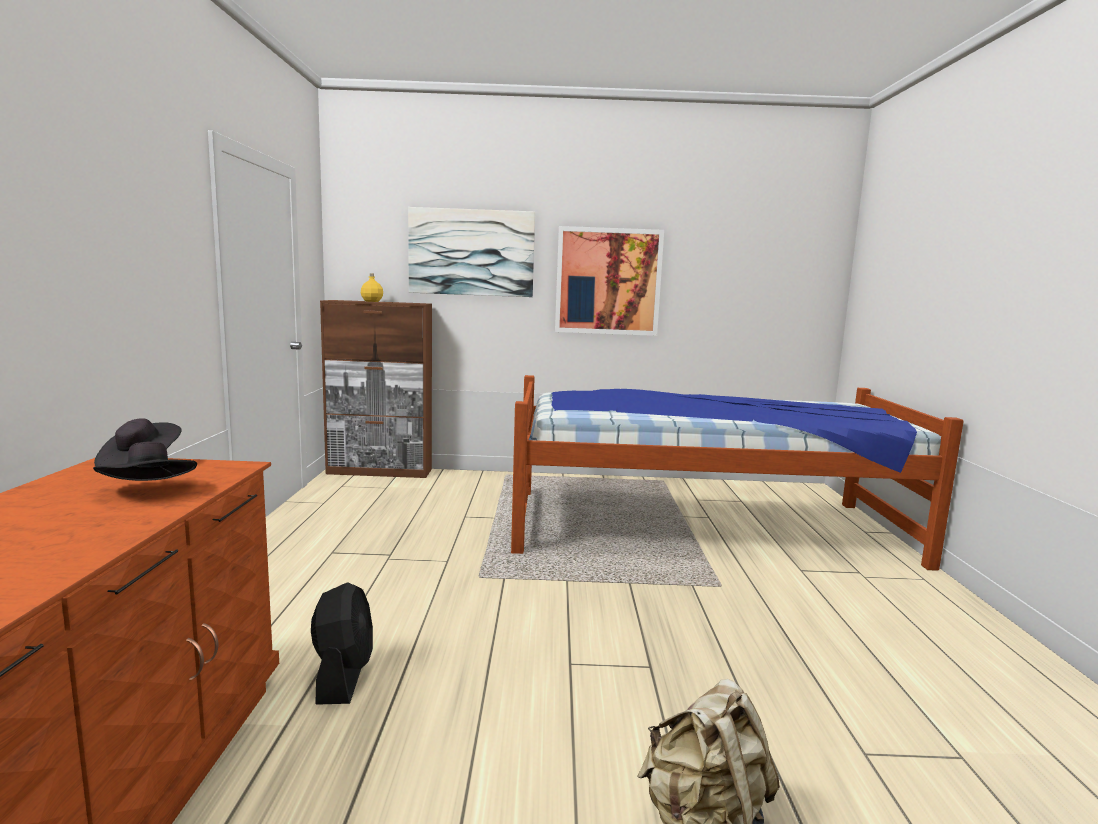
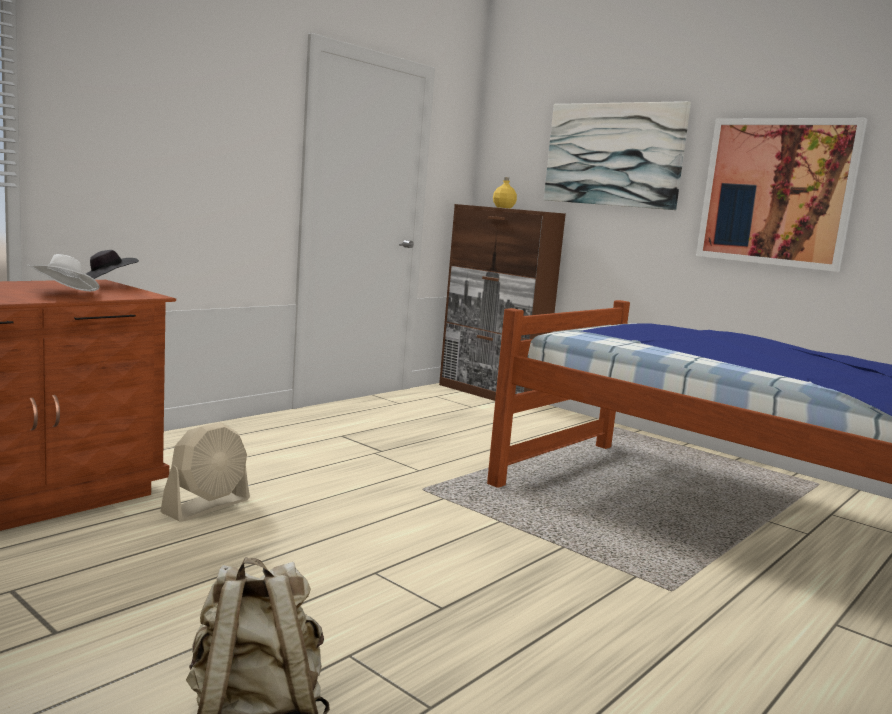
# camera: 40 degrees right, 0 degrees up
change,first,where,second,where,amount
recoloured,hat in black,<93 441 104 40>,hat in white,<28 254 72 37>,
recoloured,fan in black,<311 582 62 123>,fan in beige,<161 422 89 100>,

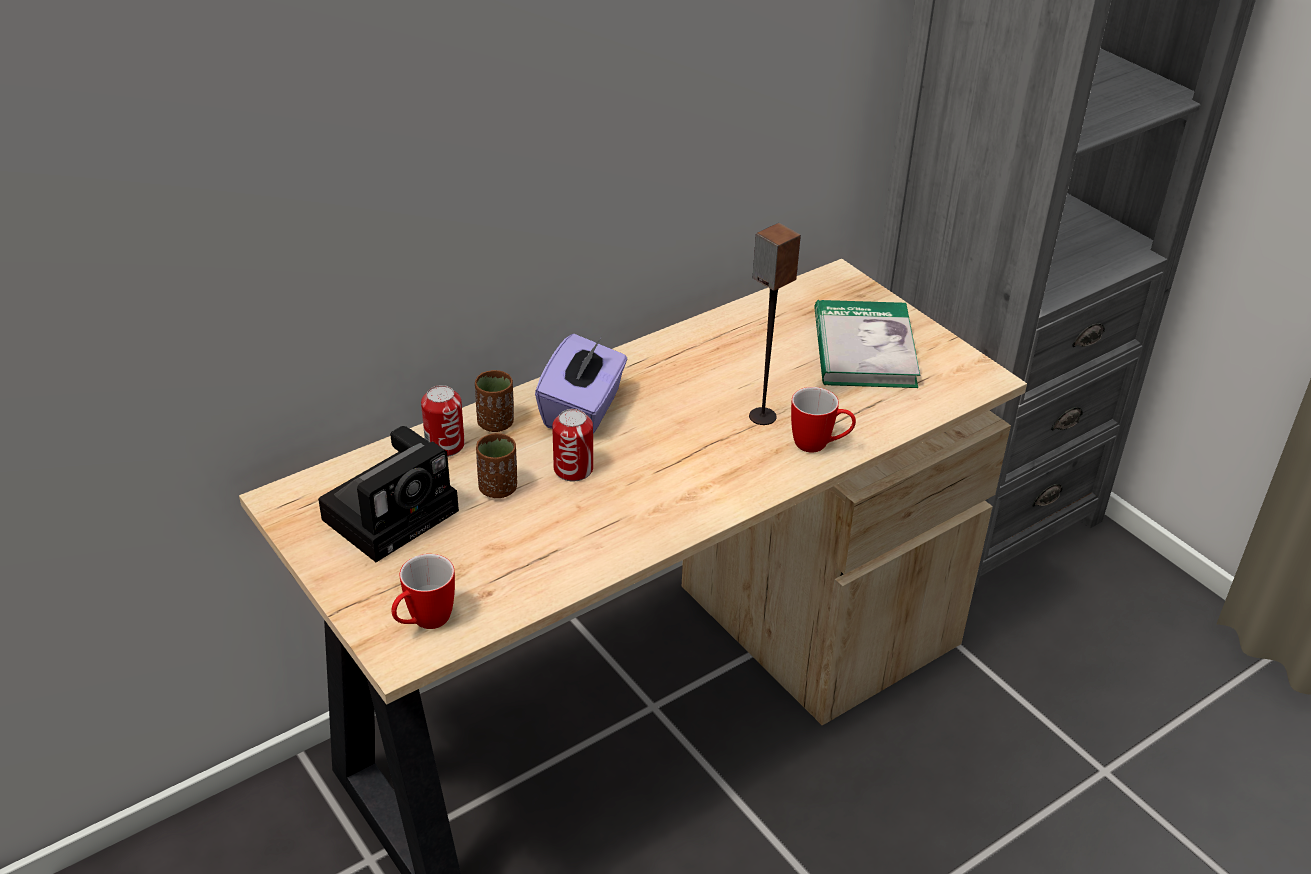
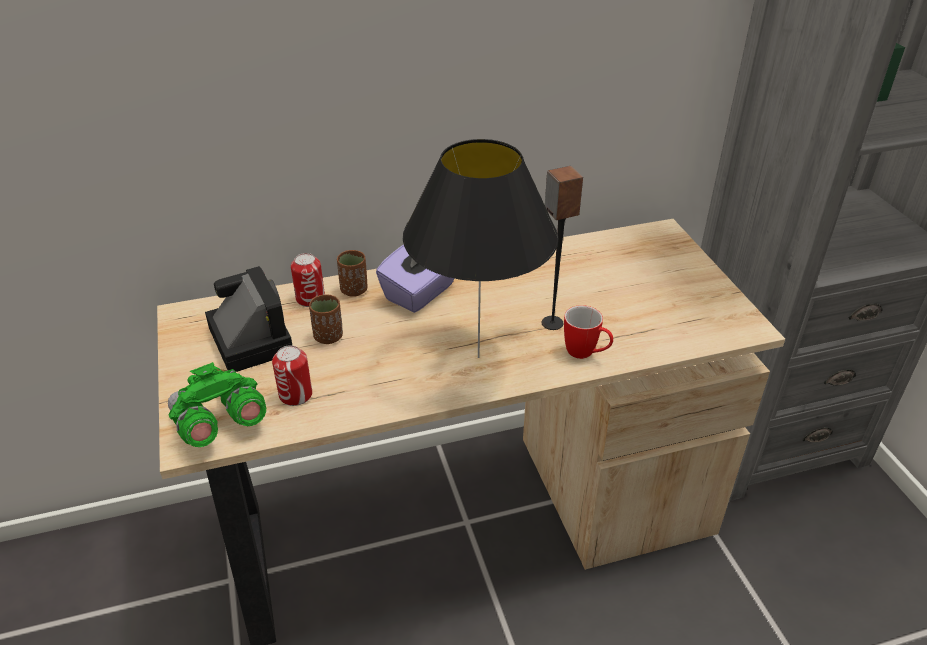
# camera: 20 degrees right, 0 degrees up
change,first,where,second,where,amount
replaced,mug,<391 554 64 75>,binoculars in green,<168 362 98 85>,
turned,photo camera,<318 426 141 136>,,<205 266 88 106>,90 degrees counterclockwise
moved,can,<552 409 41 72>,,<272 345 40 61>,
added,,,table lamp in black,<403 139 156 219>,
removed,book,<814 300 106 88>,,,

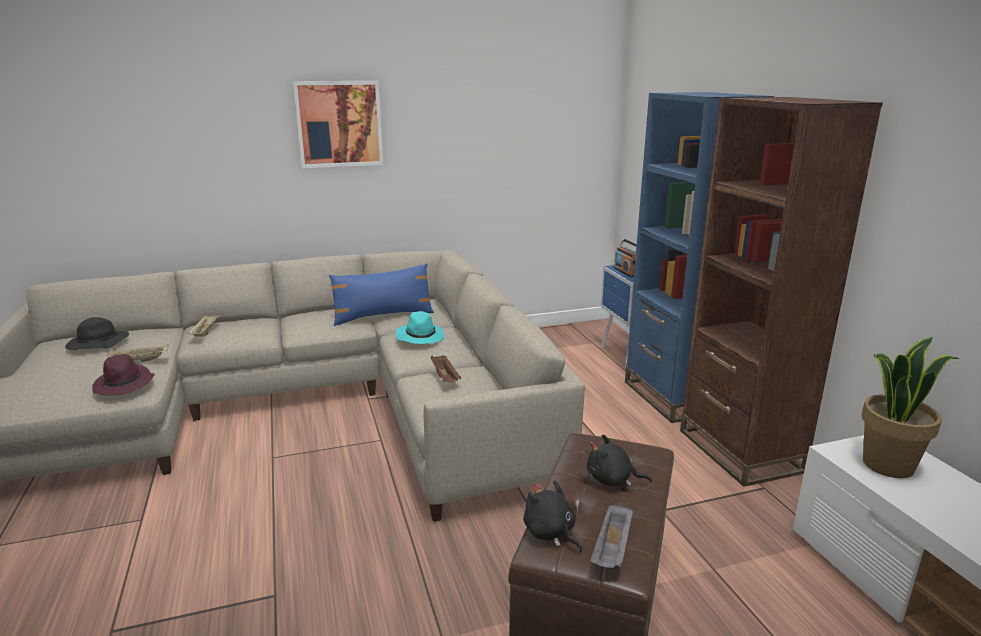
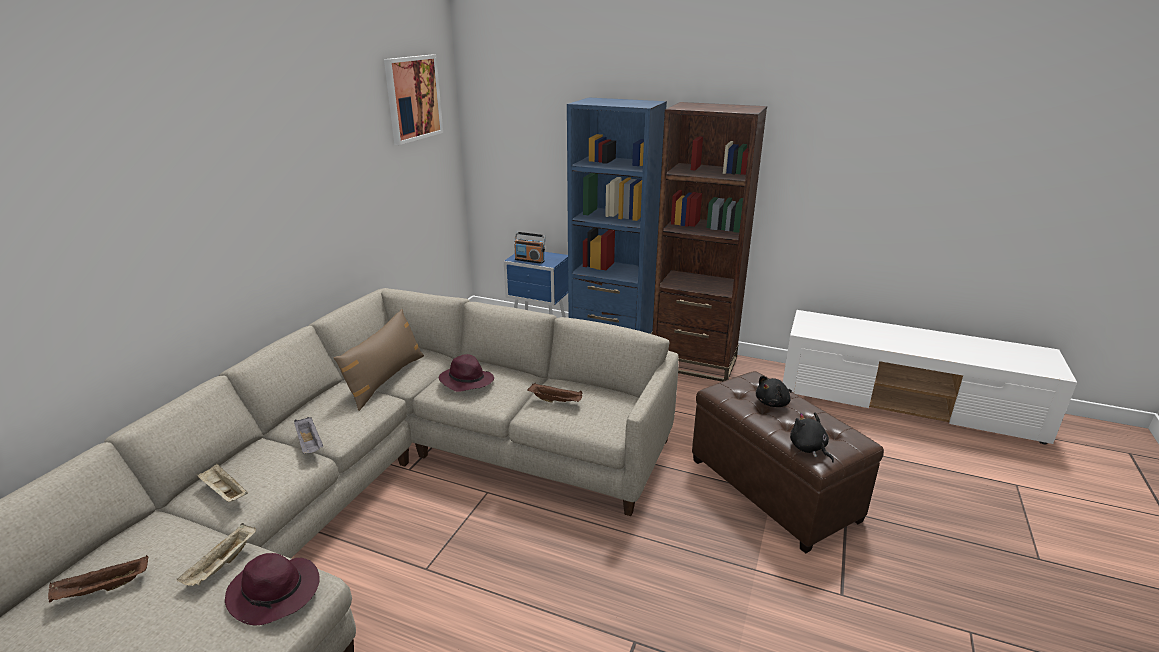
# camera: 50 degrees left, 5 degrees up
change,first,where,second,where,amount
replaced,hat in black,<65 317 64 33>,tray in brown,<48 555 100 48>,
moved,tray in grey,<590 503 43 65>,,<294 417 29 37>,
recoloured,pillow in blue,<329 264 105 62>,pillow in brown,<334 309 90 102>,
moved,picture,<293 81 90 87>,,<384 55 59 90>,
recoloured,hat in turquoise,<396 311 48 33>,hat in purple,<439 354 55 38>,
turned,plush toy in black,<523 480 59 73>,,<790 412 44 51>,60 degrees clockwise
removed,potted plant,<862 337 97 141>,,,

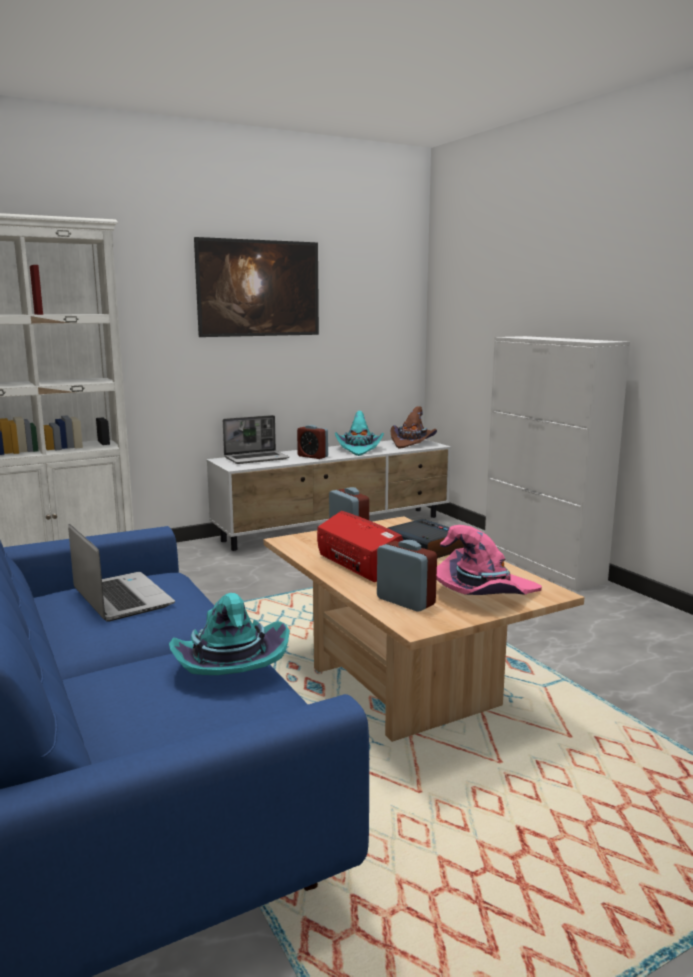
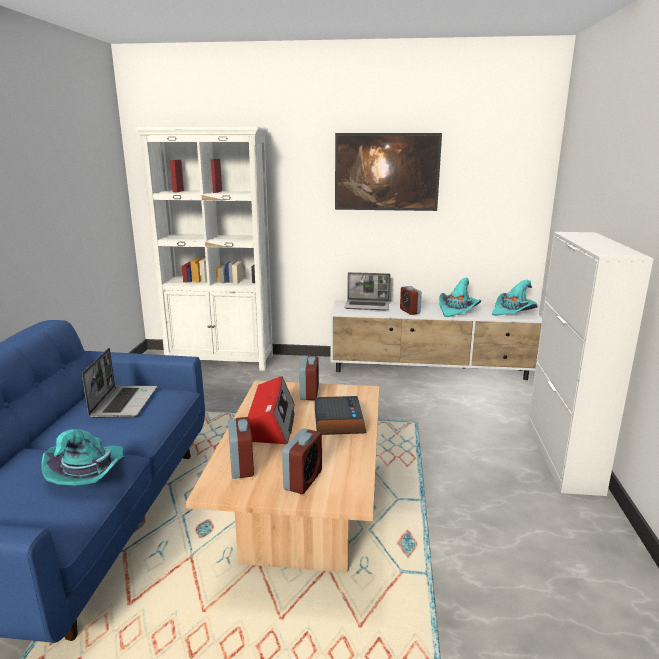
# camera: 35 degrees right, 5 degrees up
change,first,where,second,where,amount
replaced,hat in pink,<436 525 106 70>,alarm clock,<282 428 40 66>,
recoloured,hat in brown,<390 406 47 43>,hat in turquoise,<492 280 46 36>,

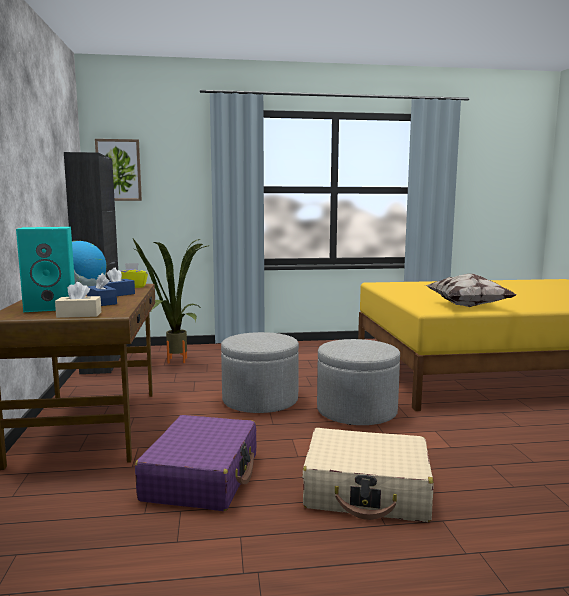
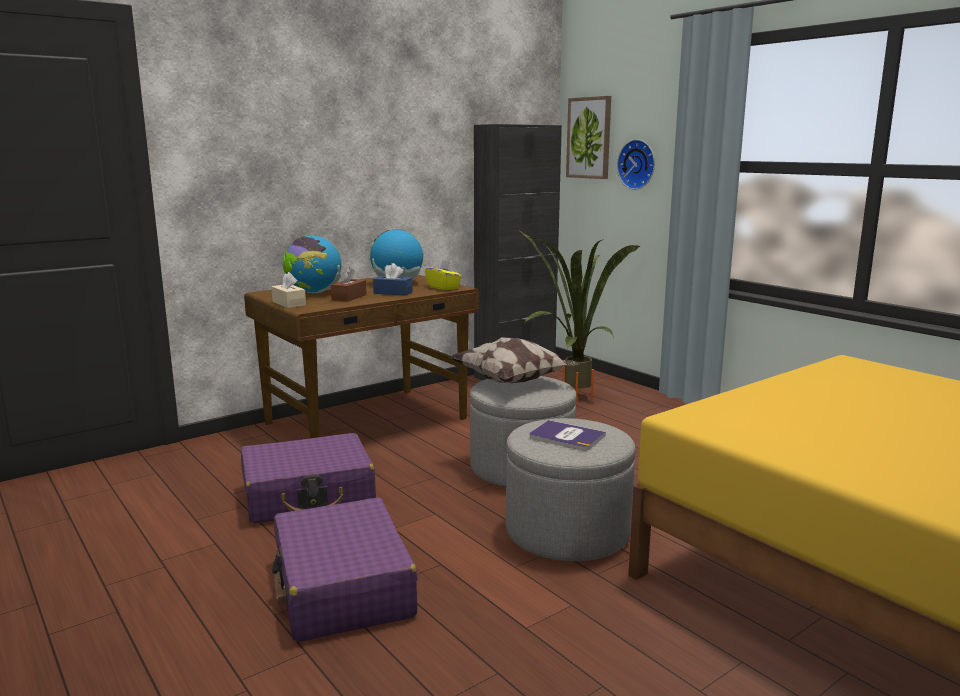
# camera: 60 degrees right, 5 degrees up
change,first,where,second,where,amount
recoloured,suitcase in beige,<302 428 132 94>,suitcase in purple,<272 497 146 145>,
replaced,speaker in turquoise,<16 227 59 85>,globe,<282 236 59 57>,
recoloured,tissue box in blue,<87 273 30 33>,tissue box in brown,<331 267 36 35>,
moved,pillow,<425 274 91 33>,,<449 338 131 45>,
added,,,book,<529 420 77 31>,
added,,,wall clock,<617 139 38 51>,

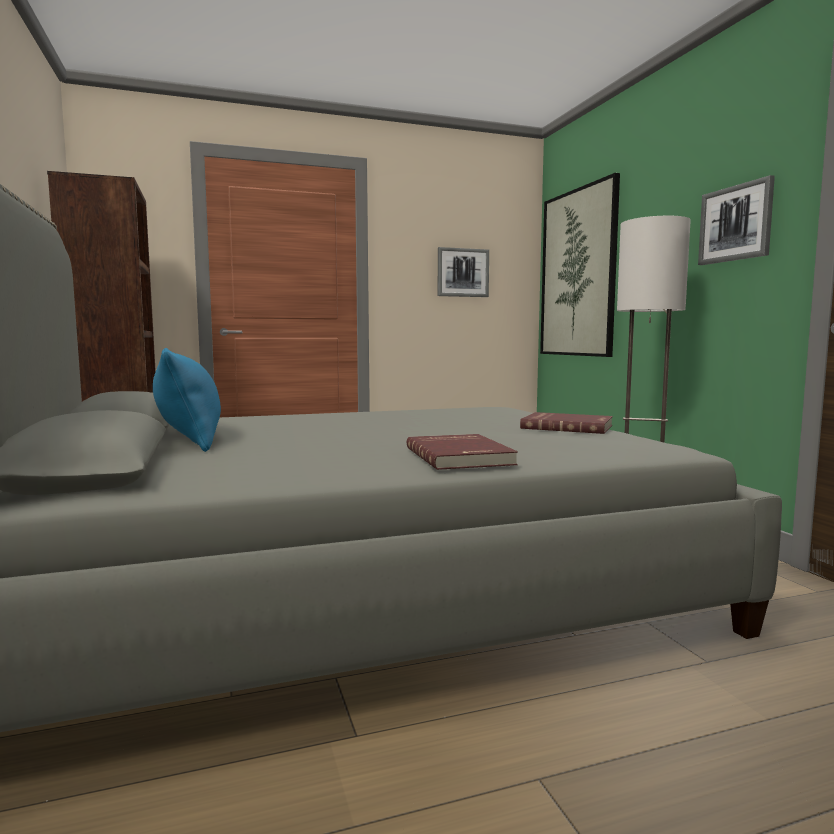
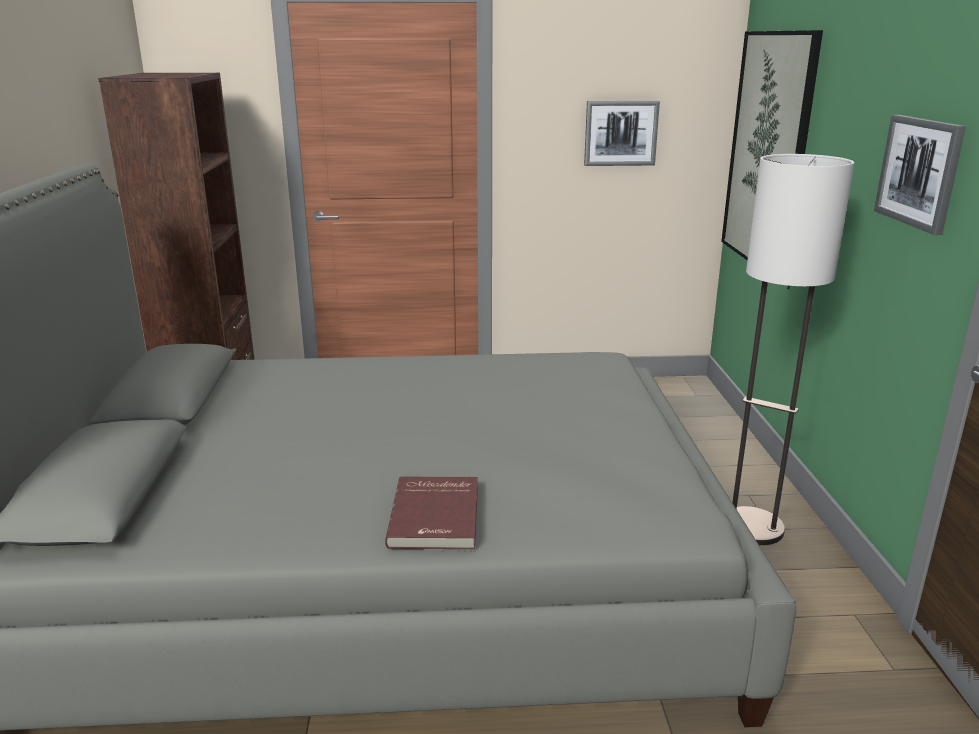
# camera: 15 degrees right, 15 degrees up
change,first,where,second,where,amount
removed,pillow in blue,<153 348 68 104>,,,
removed,book in red,<520 412 93 22>,,,

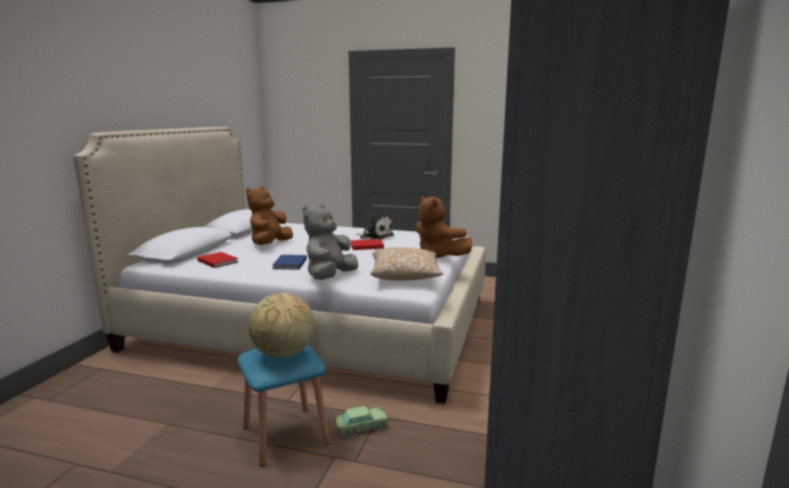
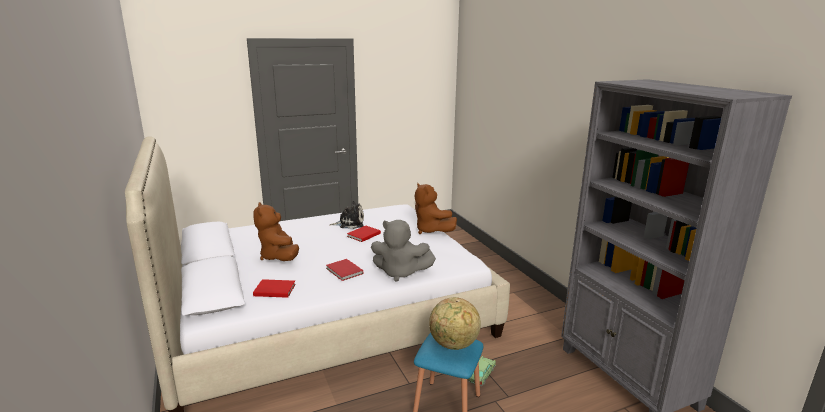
# camera: 40 degrees left, 5 degrees up
change,first,where,second,where,amount
recoloured,book in blue,<272 255 35 14>,book in red,<326 259 37 22>,
turned,plush toy in grey,<303 204 55 76>,,<371 220 65 61>,60 degrees counterclockwise
turned,plush toy in brown,<416 196 56 62>,,<415 183 42 51>,45 degrees clockwise
removed,pillow,<371 247 72 34>,,,

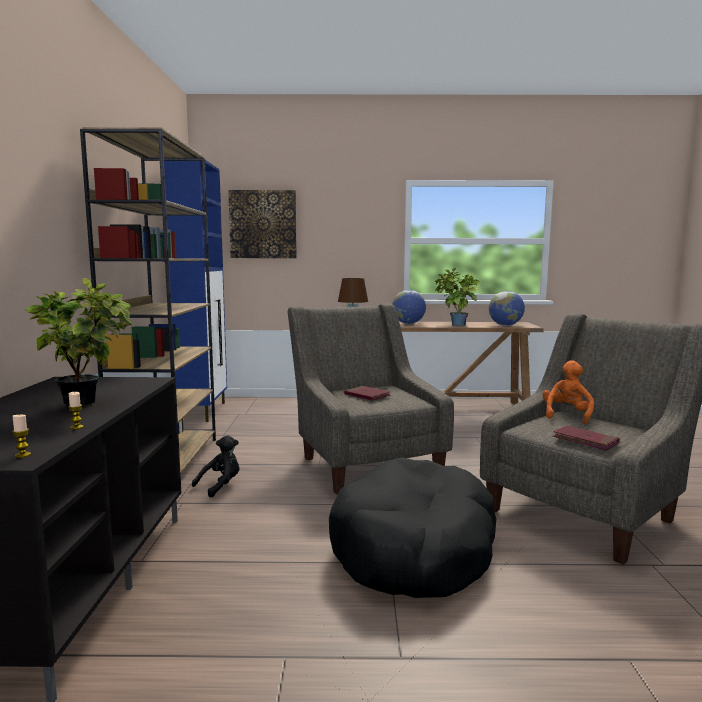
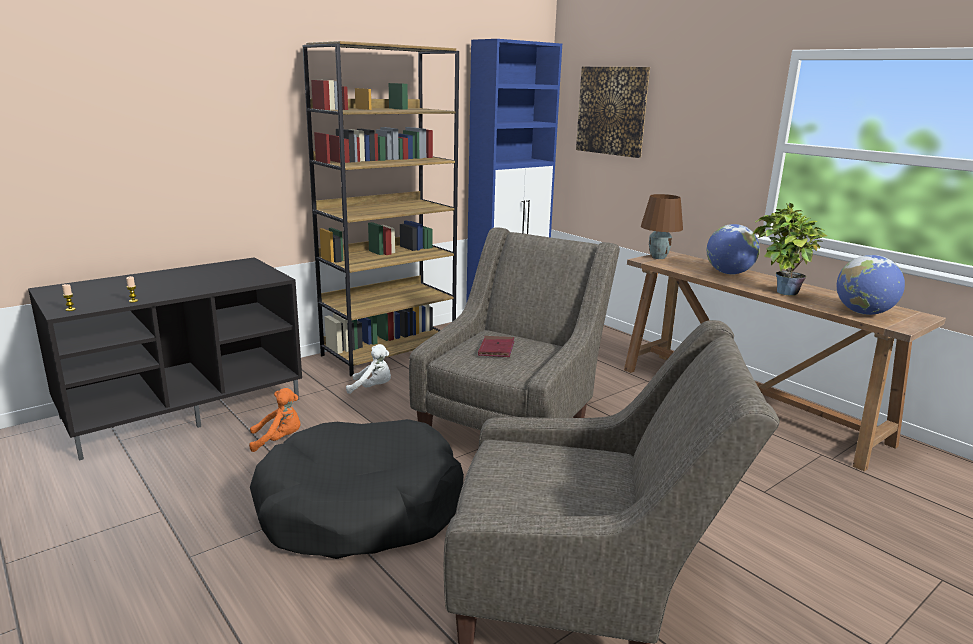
# camera: 50 degrees right, 10 degrees up
change,first,where,second,where,amount
moved,plush toy in orange,<542 360 52 64>,,<249 388 51 64>,
recoloured,plush toy in black,<192 435 48 63>,plush toy in white,<346 344 45 50>,
removed,potted plant,<24 278 108 128>,,,
removed,book in red,<553 425 67 26>,,,

